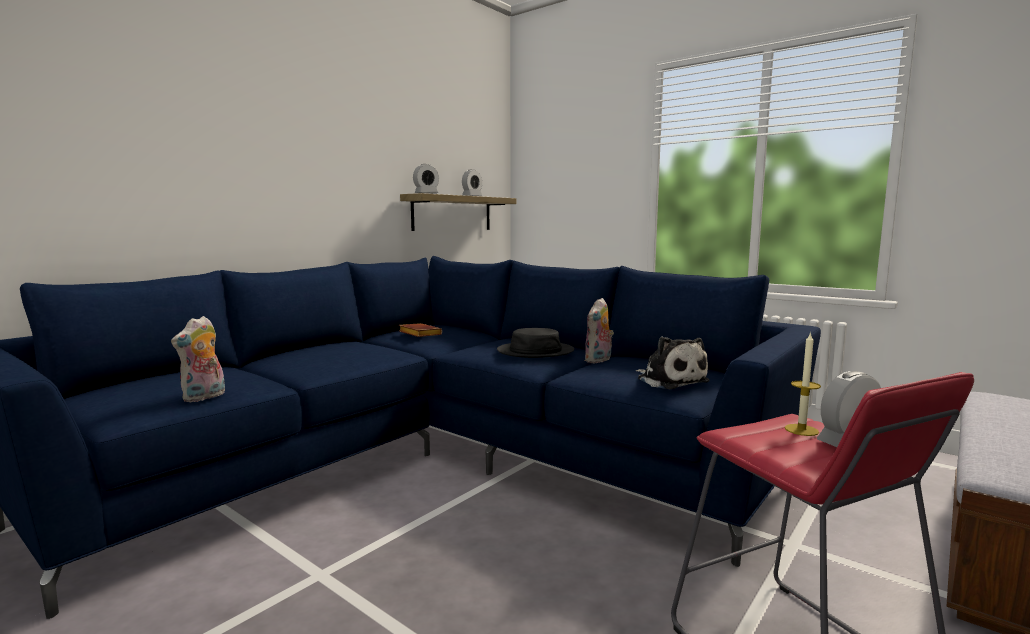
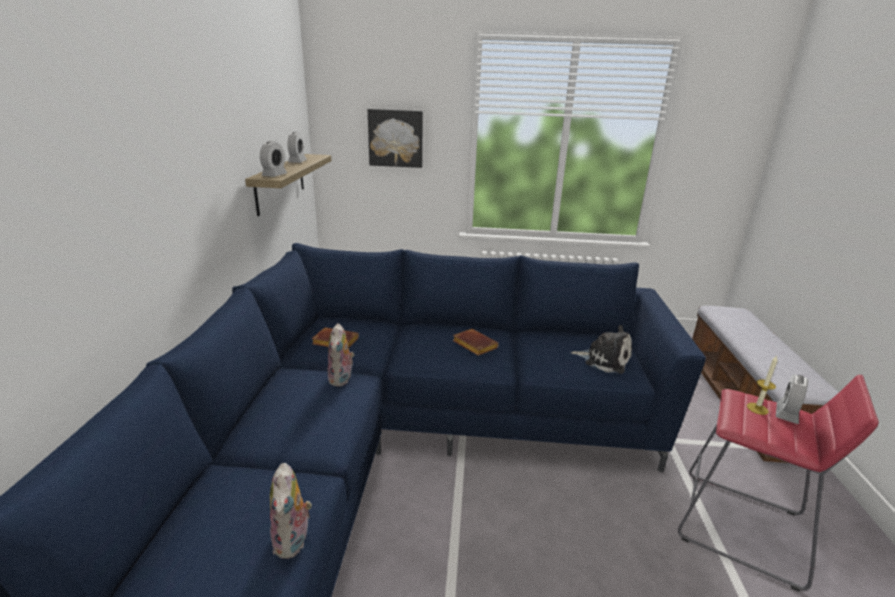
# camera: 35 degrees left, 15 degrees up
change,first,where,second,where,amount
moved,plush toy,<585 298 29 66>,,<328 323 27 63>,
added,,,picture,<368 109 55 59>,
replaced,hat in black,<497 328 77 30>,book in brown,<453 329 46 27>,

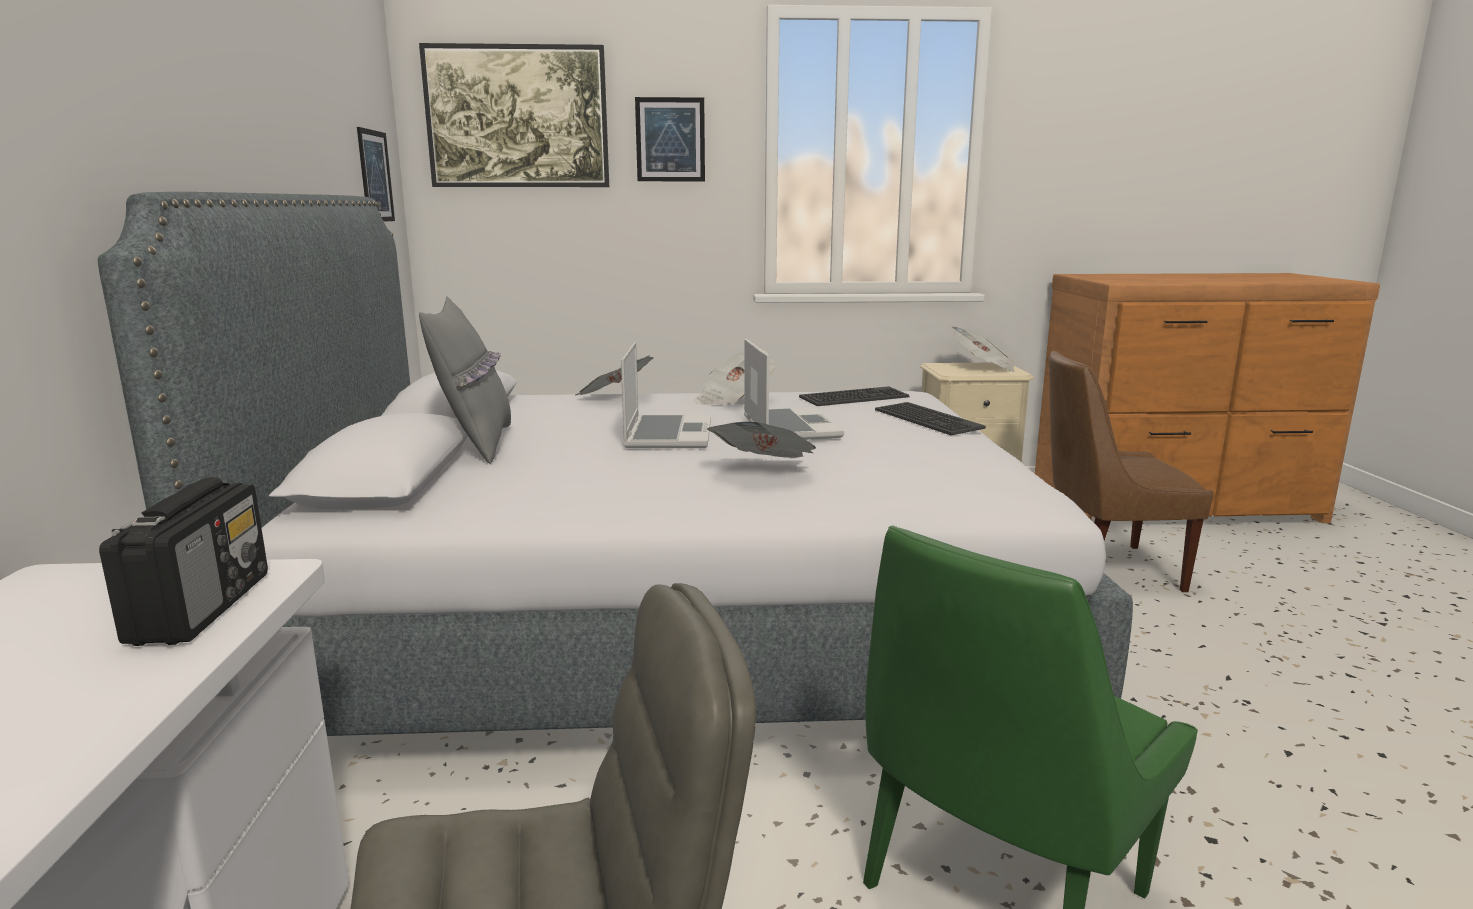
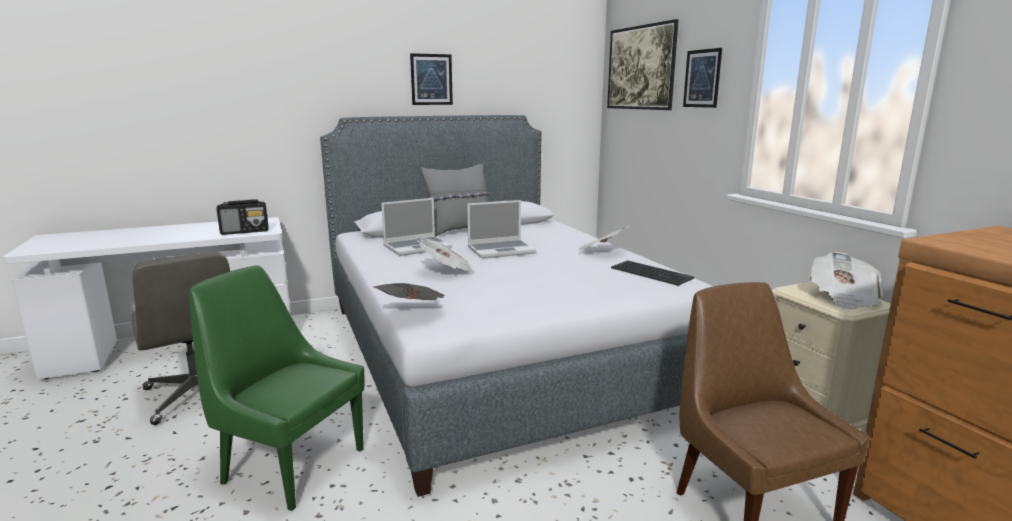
# camera: 70 degrees right, 0 degrees up
change,first,where,second,where,amount
moved,newspaper,<576 355 78 40>,,<374 283 71 17>,
moved,laptop,<744 339 100 101>,,<381 198 71 58>,
moved,picture,<357 127 38 95>,,<410 53 43 52>,
removed,keyboard,<875 402 111 33>,,,

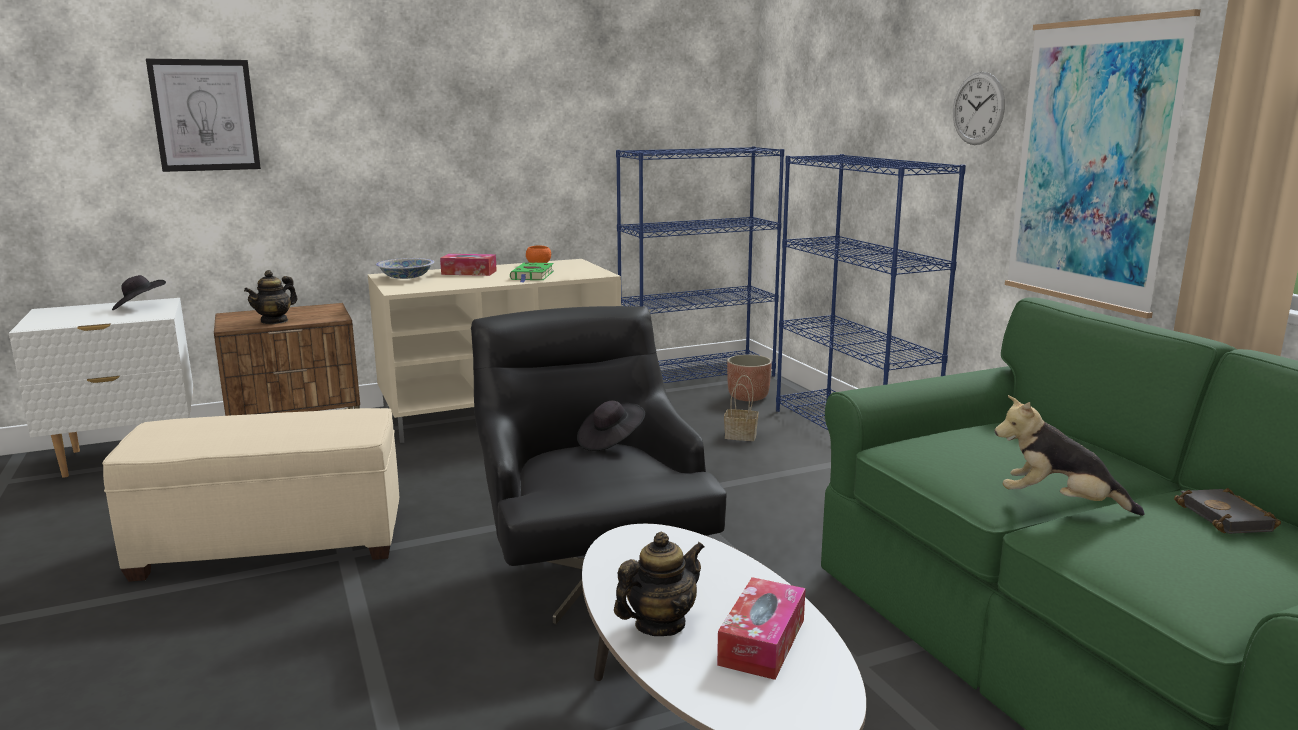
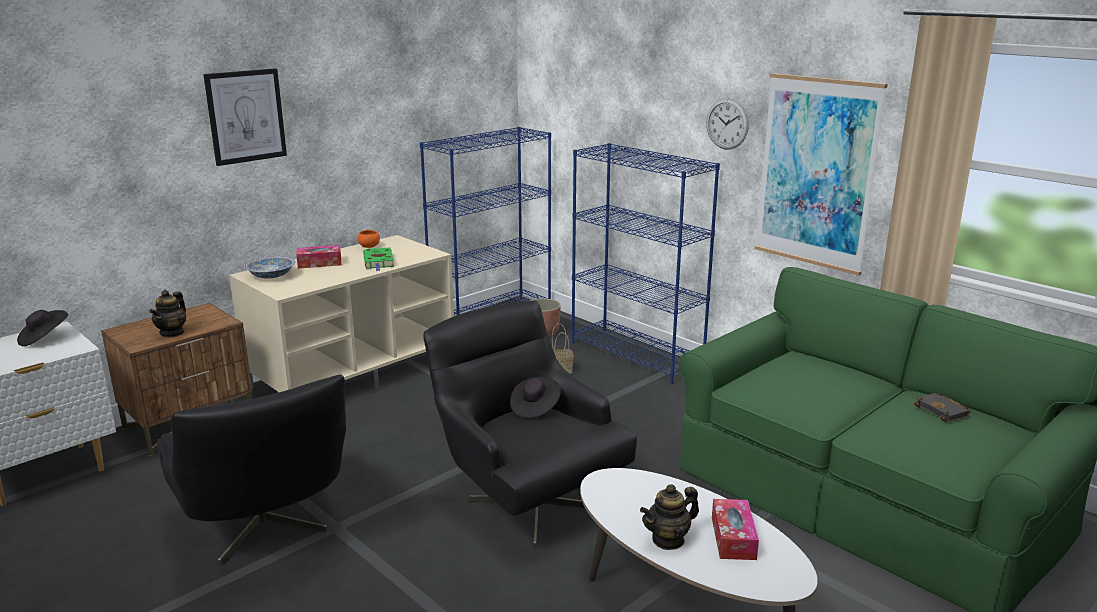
# camera: 20 degrees left, 5 degrees up
change,first,where,second,where,amount
replaced,ottoman in beige,<102 408 297 174>,armchair in black,<157 375 189 190>,
moved,picture,<146 59 115 113>,,<203 68 84 98>,
turned,teapot,<614 532 90 104>,,<640 484 59 66>,150 degrees counterclockwise
removed,plush toy,<995 395 150 121>,,,

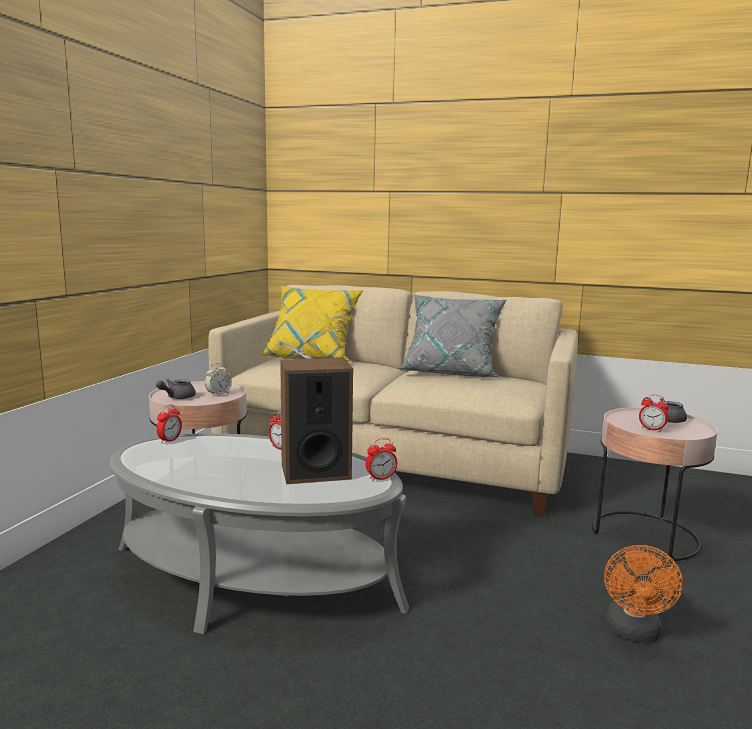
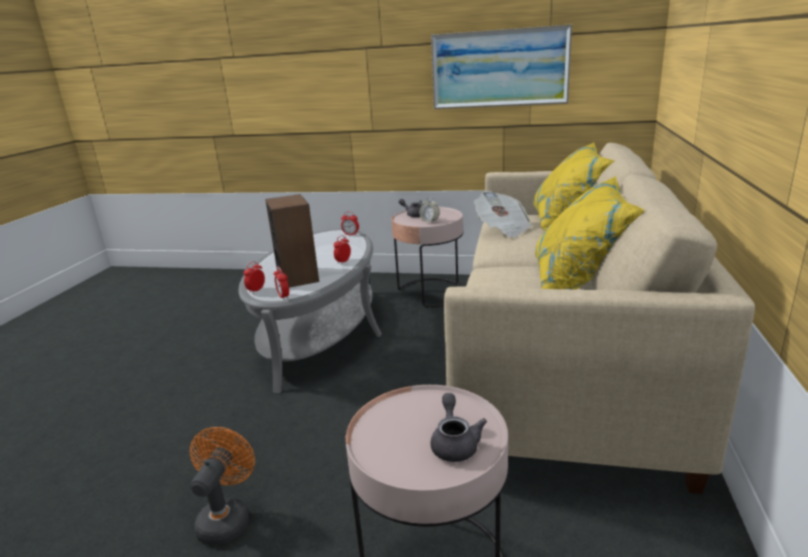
# camera: 85 degrees right, 10 degrees up
change,first,where,second,where,amount
turned,fan in orange,<604 545 79 97>,,<190 427 65 118>,90 degrees clockwise
moved,alarm clock,<639 394 30 38>,,<244 261 21 32>,
added,,,picture,<431 24 141 85>,
recoloured,pillow in grey,<397 294 109 83>,pillow in yellow,<535 176 110 113>,

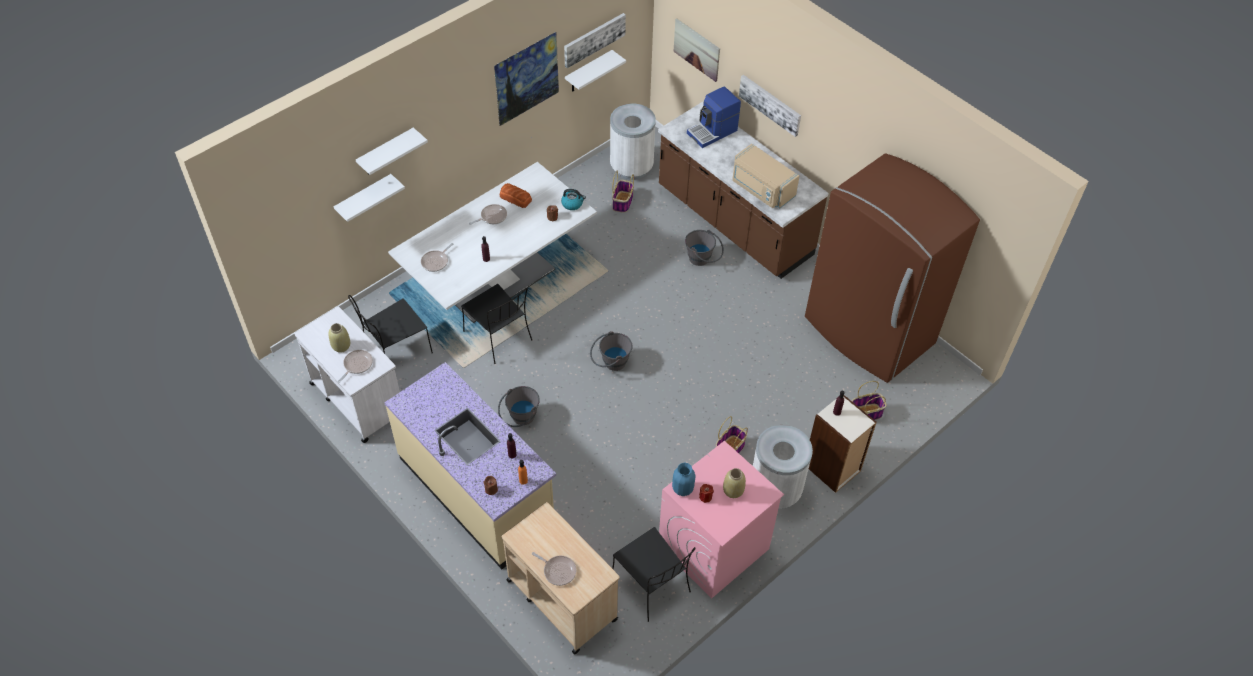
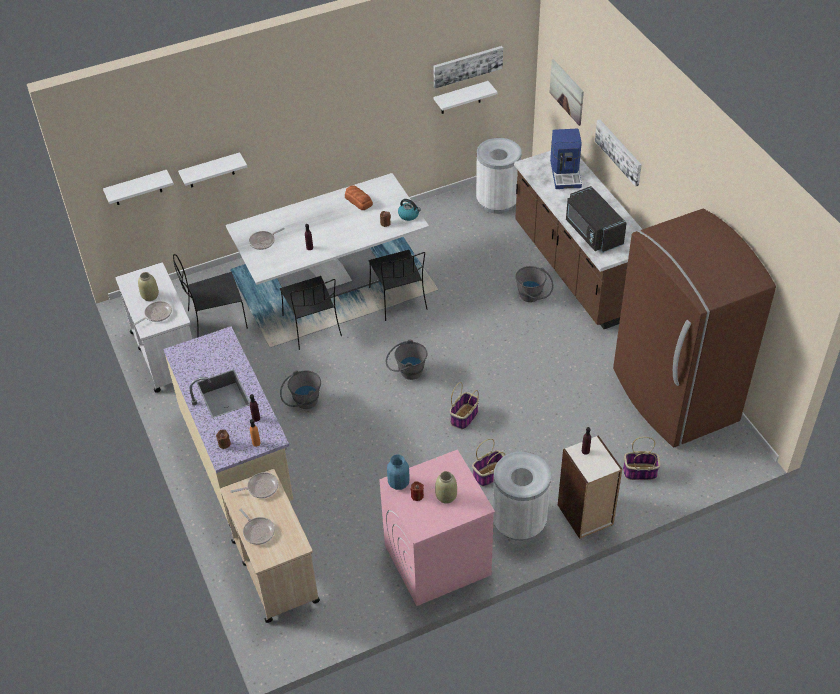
# camera: 20 degrees right, 5 degrees down
change,first,where,second,where,amount
moved,shelf in white,<356 128 72 47>,,<103 170 71 35>,
moved,frying pan,<469 204 38 21>,,<230 472 48 26>,
moved,chair in black,<612 527 84 95>,,<369 250 58 71>,
moved,basket,<612 171 22 42>,,<450 382 29 47>,
turned,coffee machine,<687 87 54 61>,,<550 128 32 61>,75 degrees counterclockwise
recoloured,microwave in beige,<732 144 67 64>,microwave in black,<566 186 61 67>,
removed,picture,<494 31 65 95>,,,

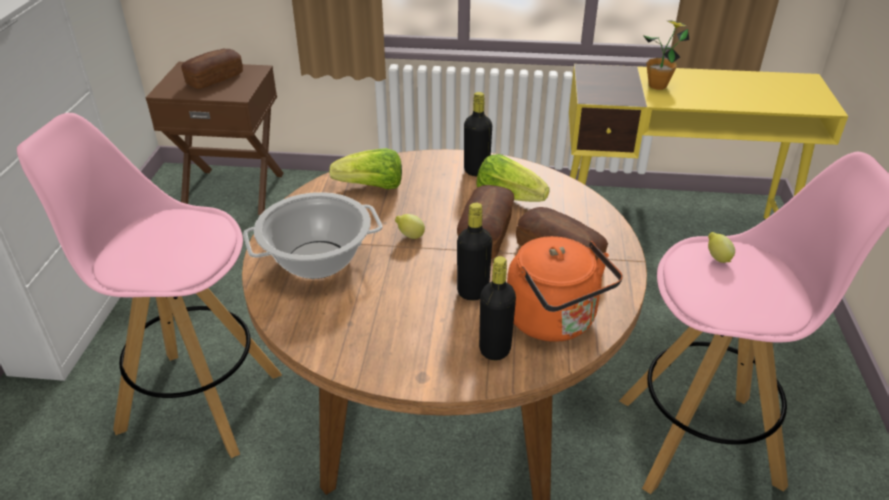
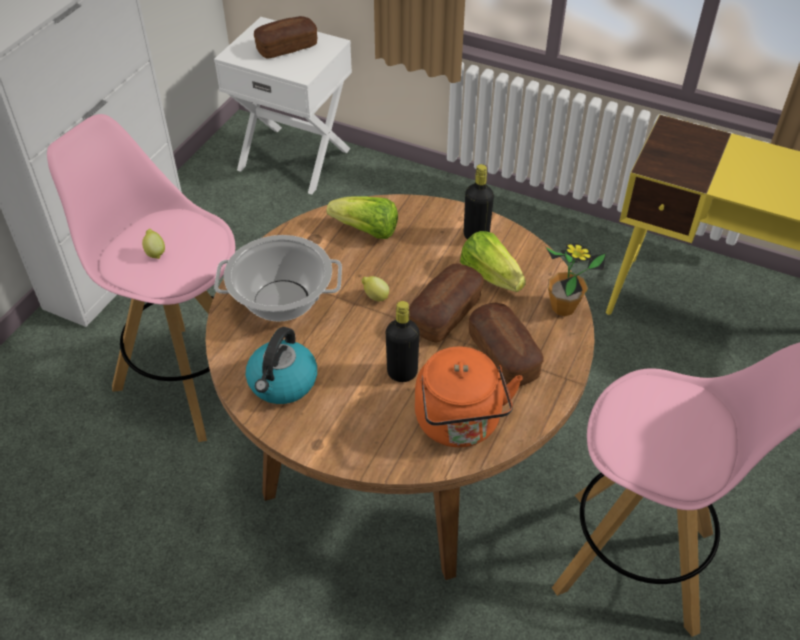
# camera: 20 degrees right, 10 degrees up
change,first,where,second,where,amount
moved,lemon,<708 232 27 31>,,<142 229 23 30>,
recoloured,nightstand in brown,<146 62 137 153>,nightstand in white,<214 17 138 178>,
added,,,kettle,<246 327 71 77>,
moved,potted plant,<643 20 47 70>,,<546 243 60 73>,
removed,bottle in black,<479 256 37 104>,,,

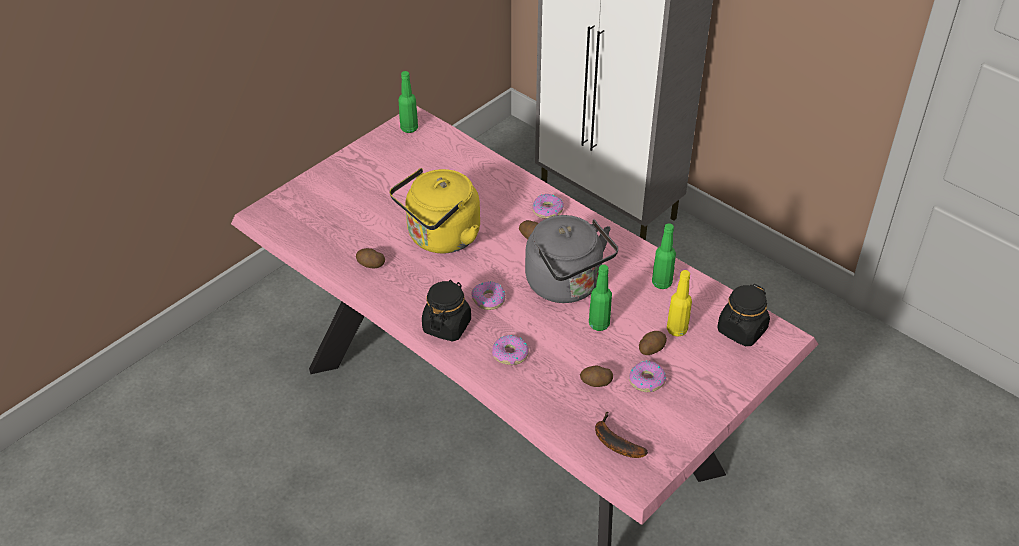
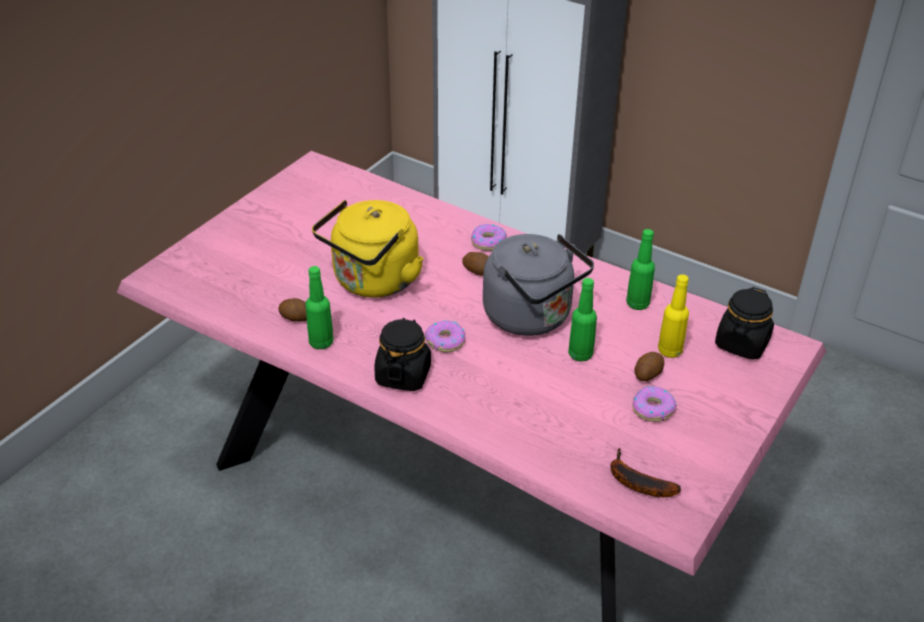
# camera: 10 degrees left, 5 degrees down
change,first,where,second,where,amount
moved,bottle in green,<399 71 19 62>,,<305 266 29 83>,
removed,donut,<492 335 37 30>,,,
removed,potato,<580 365 33 22>,,,

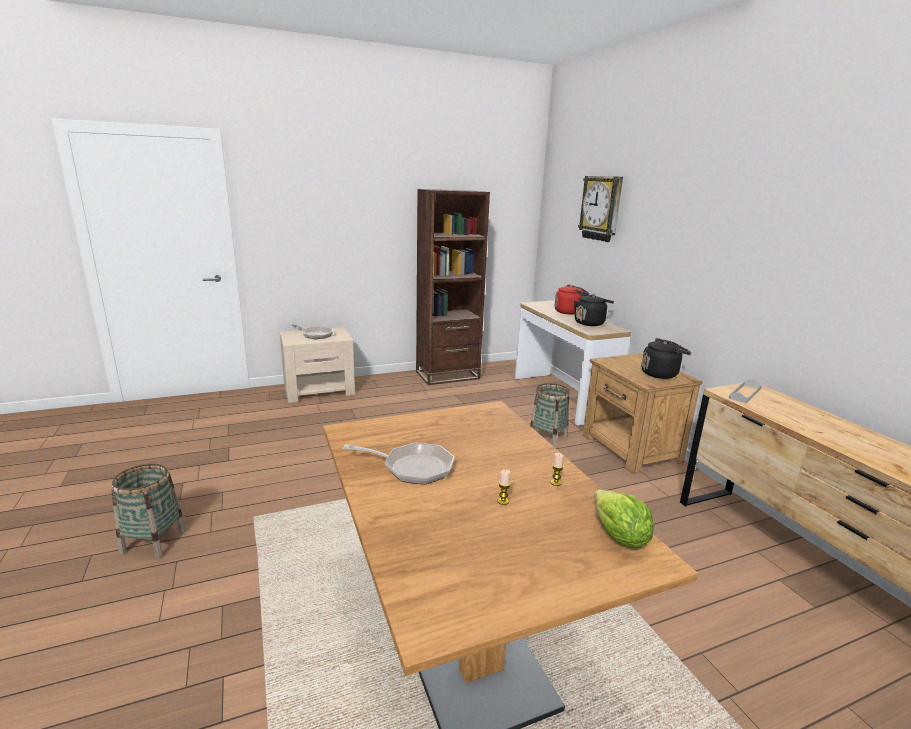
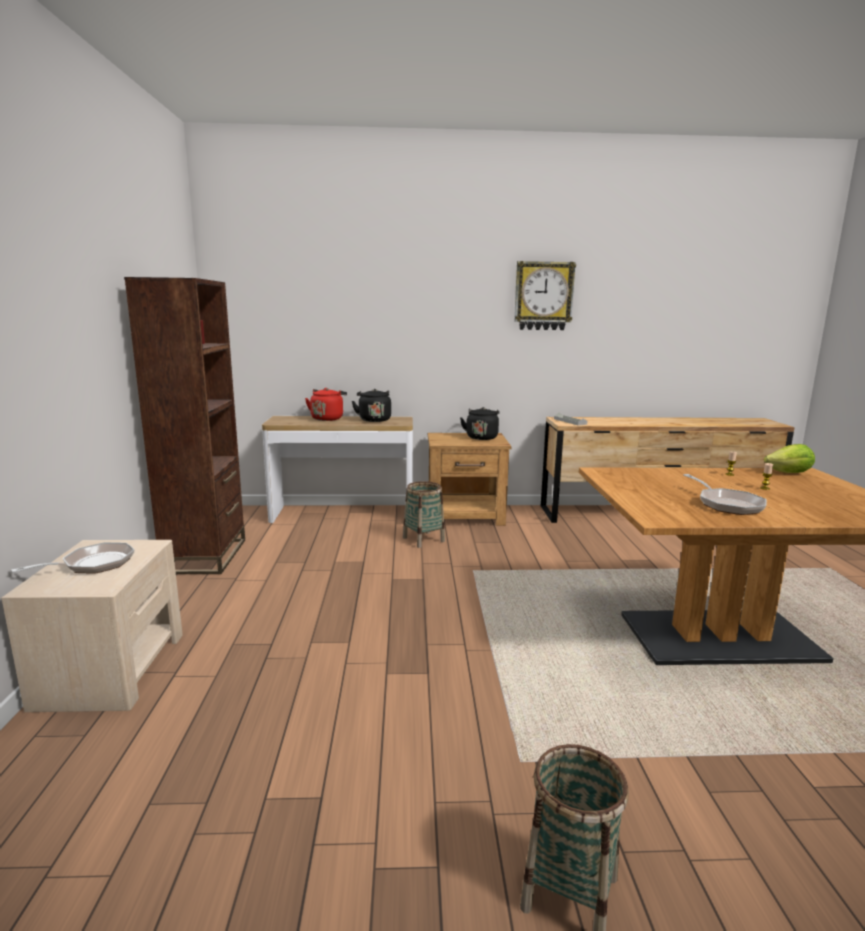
# camera: 70 degrees left, 5 degrees down
change,first,where,second,where,amount
moved,wall clock,<578 176 45 66>,,<514 261 62 69>,
turned,frying pan,<343 443 111 42>,,<684 474 83 41>,135 degrees clockwise

